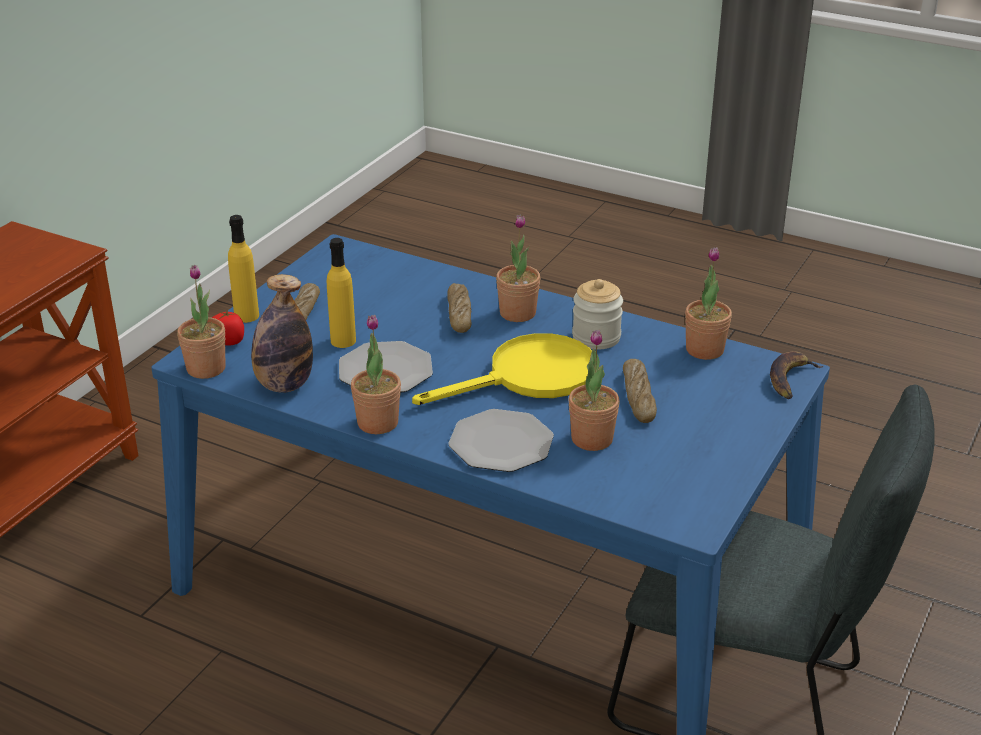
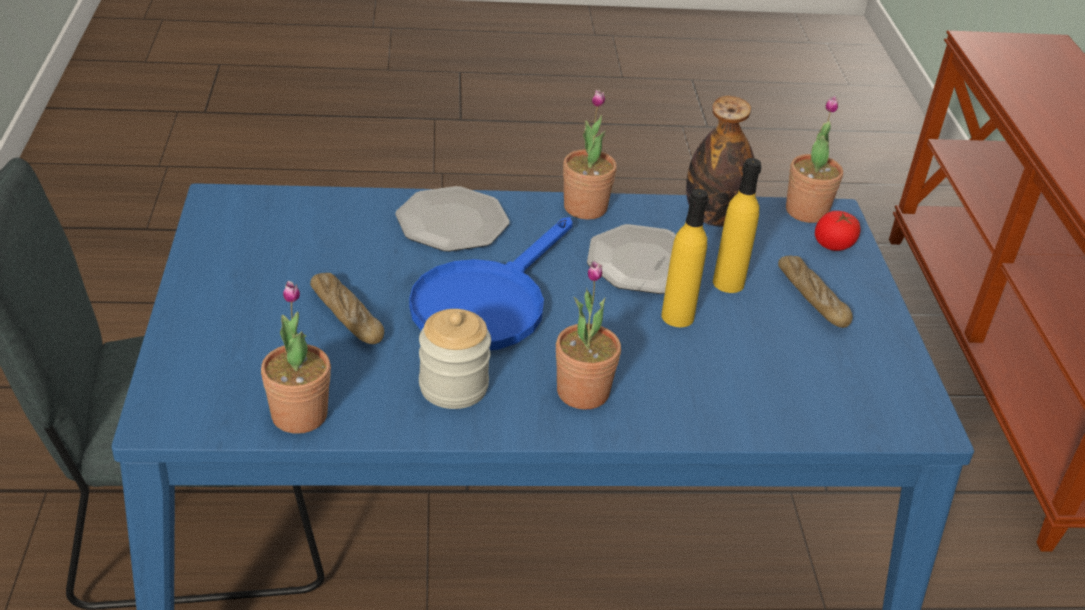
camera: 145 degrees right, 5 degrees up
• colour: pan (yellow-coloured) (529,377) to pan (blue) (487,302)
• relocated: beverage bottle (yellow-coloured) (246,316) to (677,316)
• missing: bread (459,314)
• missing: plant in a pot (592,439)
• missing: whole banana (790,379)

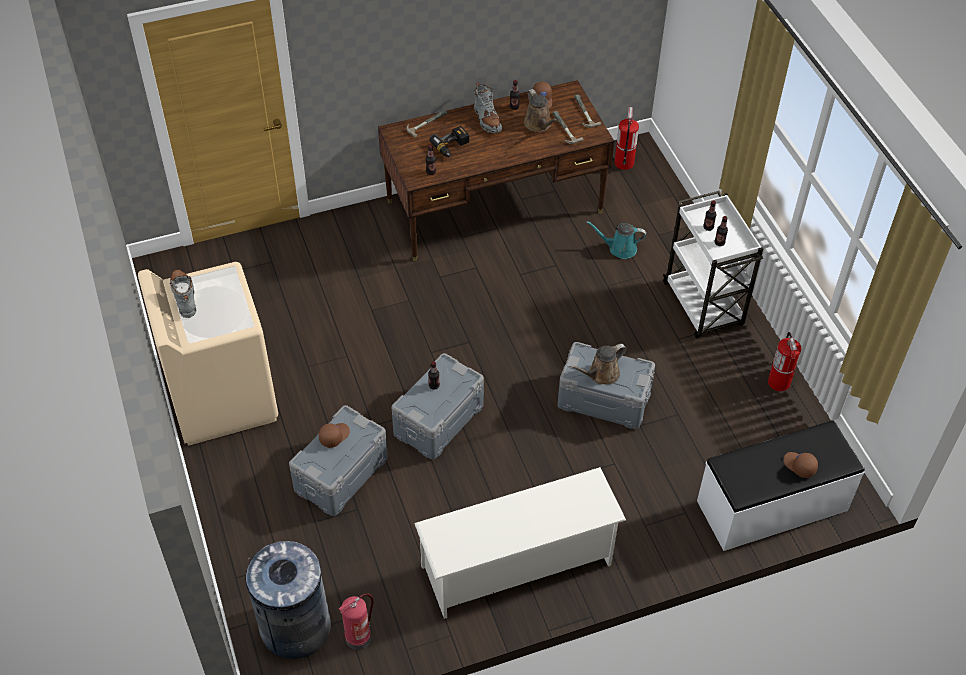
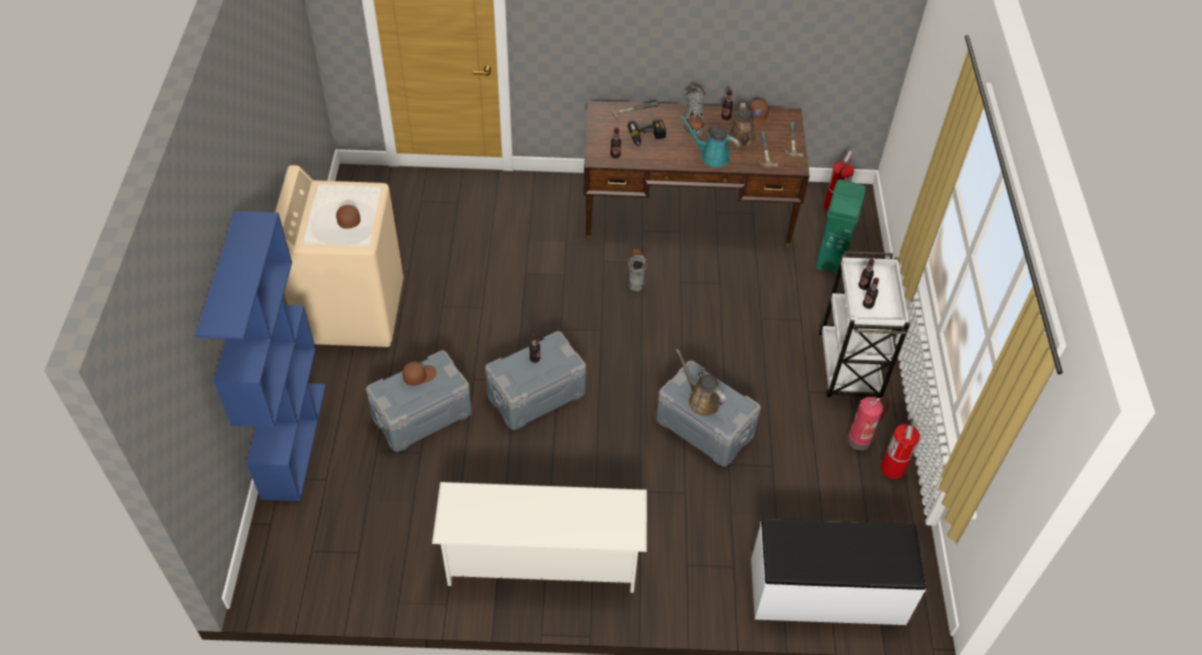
camera: 20 degrees right, 0 degrees up
• appeared: bookshelf (blue) (293,439)
• relocated: peaked cap (brownish) (799,466) to (347,218)
• relocated: high-top boot (greyish) (184,297) to (636,273)
• spun: sprinkling can (brownish) (601,374) = (701,400) 60 degrees clockwise
• relocated: sprinkling can (turquoise) (619,248) to (711,156)
• appeared: waste bin (greenish) (831,257)
• relocated: fire extinguisher (359,637) to (859,440)
• missing: waste bin (greyish) (295,627)

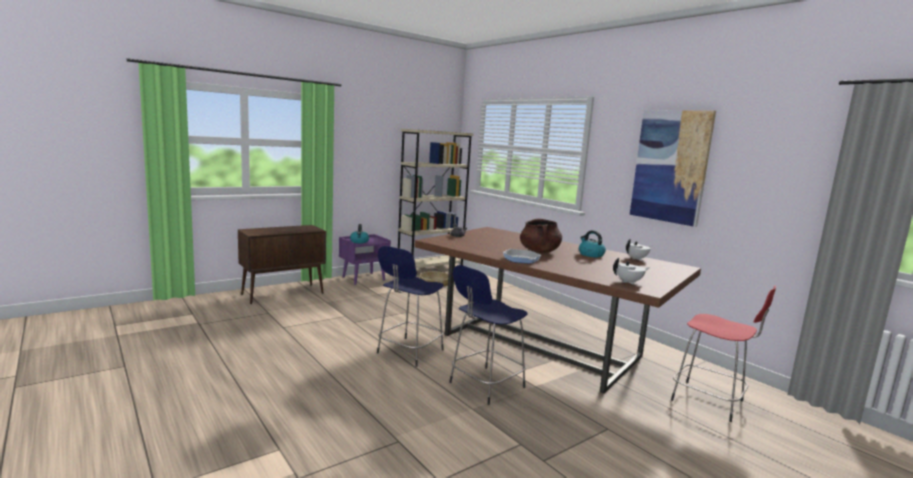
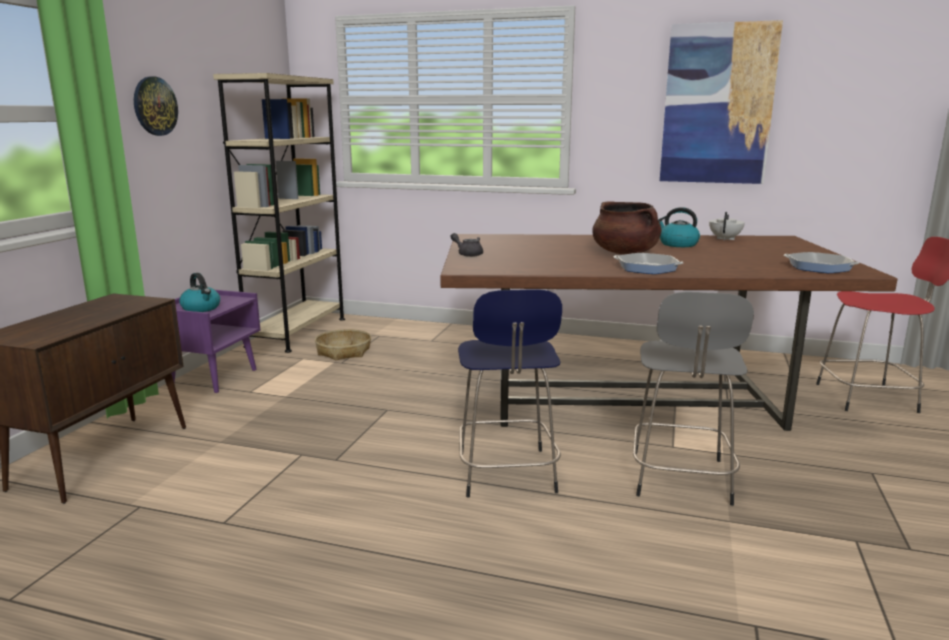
camera: 35 degrees left, 5 degrees up
• appeared: clock on the wall (154,106)
• colour: sitting stool (blue) (485,385) to sitting stool (greyish) (680,480)
• exchanged: teapot (white-coloured) (629,282) to pan (819,267)

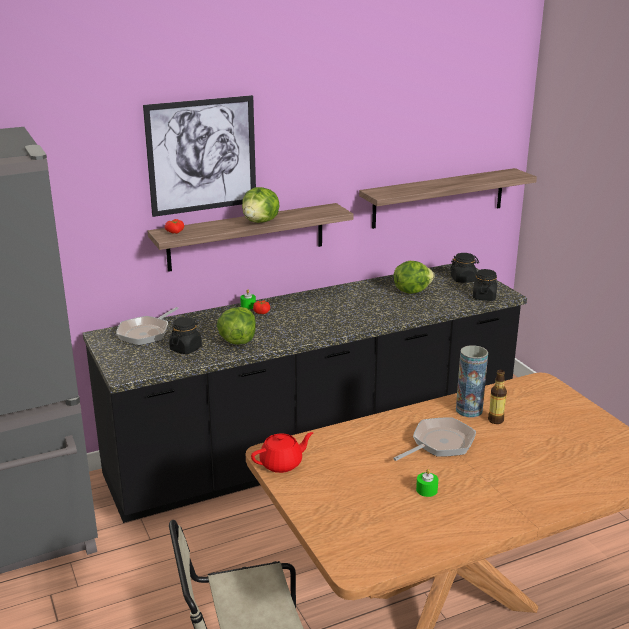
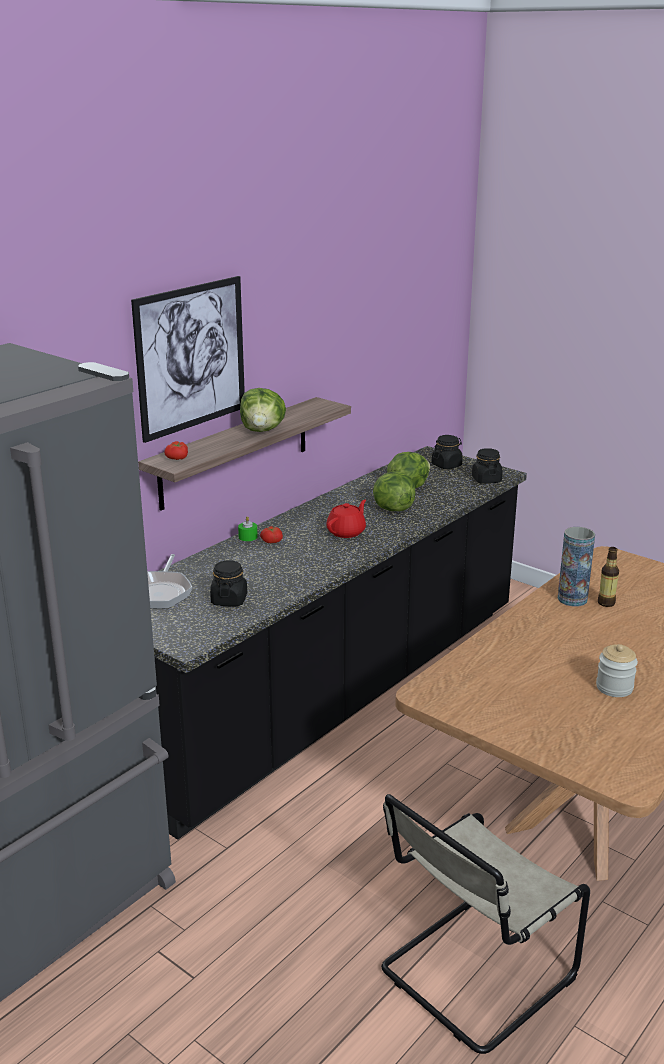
camera: 25 degrees left, 0 degrees up
• relocated: teapot (reddish) (282,464) to (347,532)
• relocated: lettuce (237,341) to (392,509)
• exchanged: wax candle (greenish) (426,490) to preserve jar (614,687)
• missing: shelf (439,198)
• missing: pan (439,444)

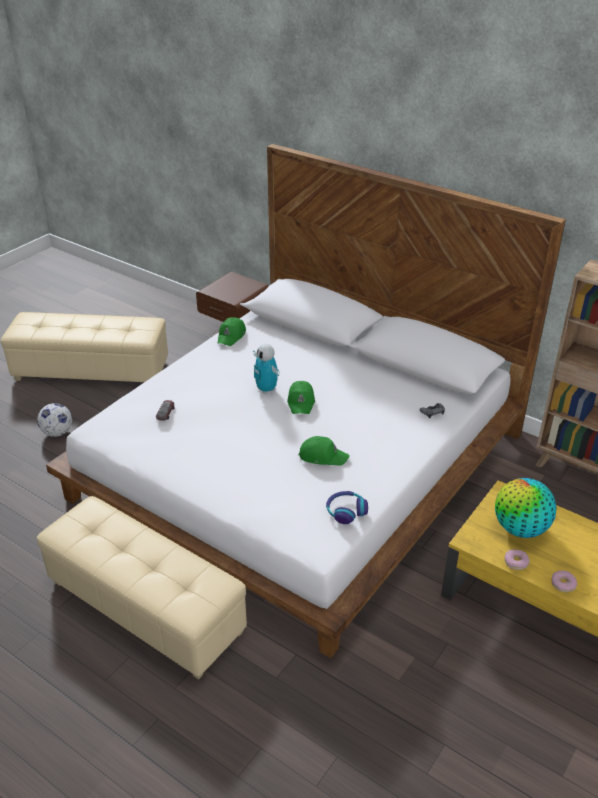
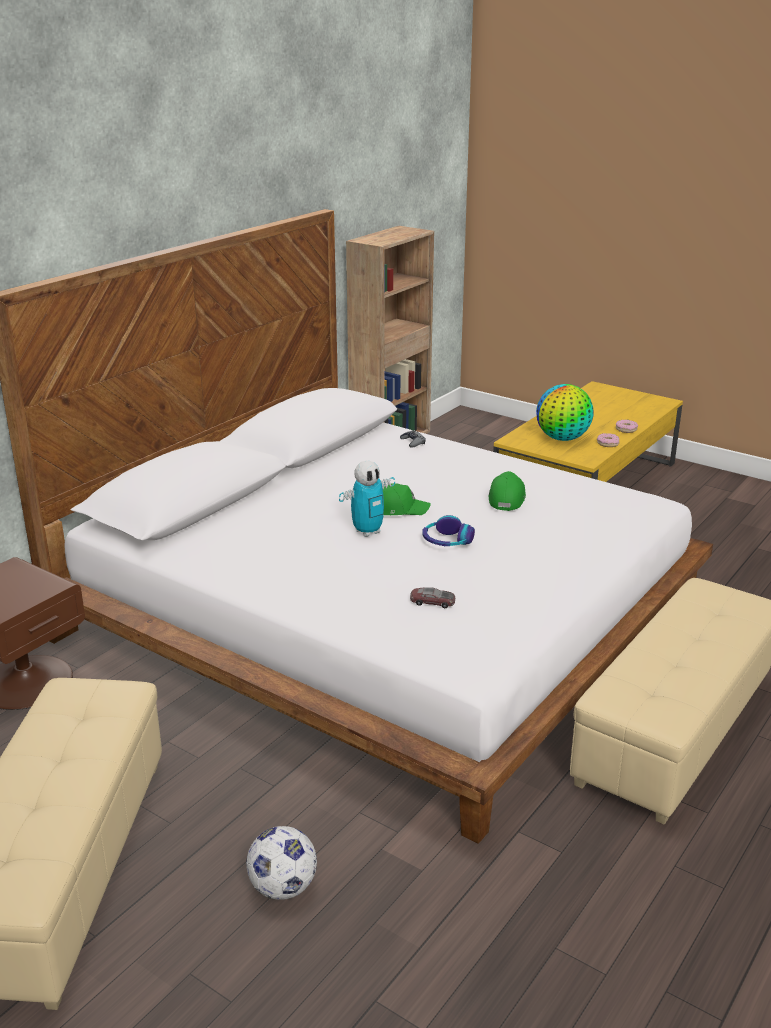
camera: 90 degrees left, 10 degrees down
• relocated: headphones (346,511) to (446,541)
• missing: peaked cap (greenish) (232,336)

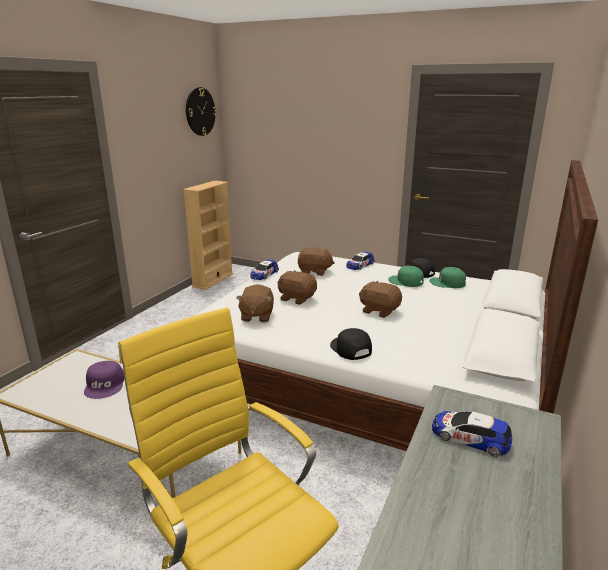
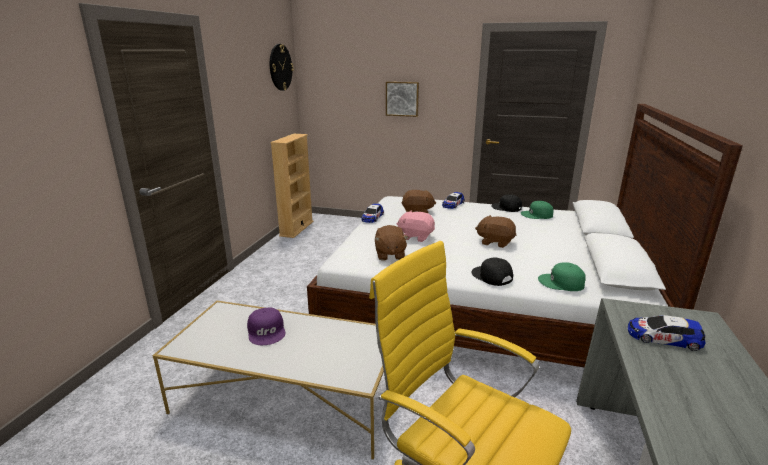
camera: 10 degrees left, 0 degrees up
• appeared: picture (402,98)
• colour: cuddly toy (brownish) (297,298) to cuddly toy (pink) (416,236)
• relocated: peaked cap (greenish) (406,281) to (561,283)

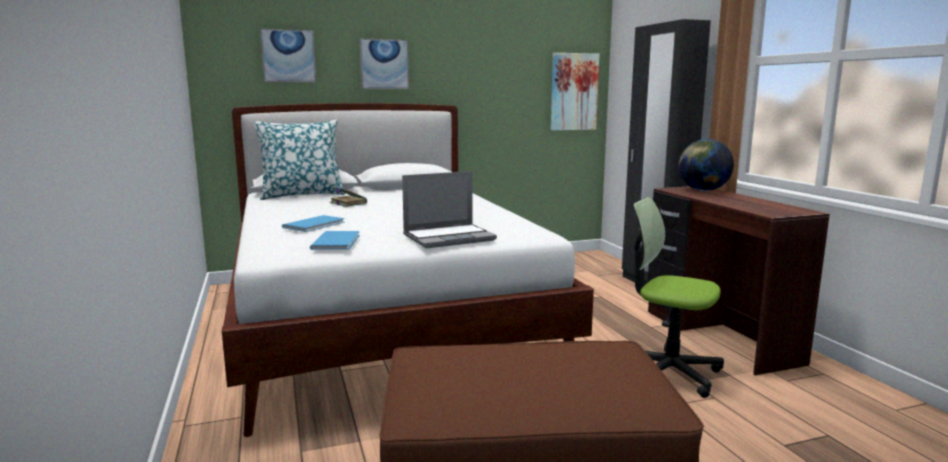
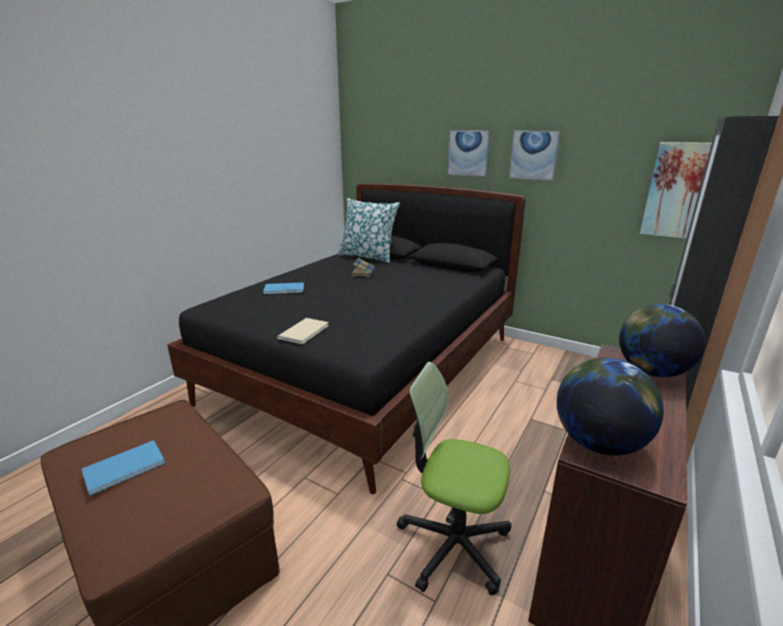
camera: 50 degrees right, 10 degrees up
• relocated: bound book (blue) (338,241) to (127,467)
• colour: bed (white-coloured) (383,323) to bed (blackish) (368,368)
• exchanged: portable computer (449,238) to bound book (beige) (306,331)
• spun: desk chair (667,372) = (453,544) 60 degrees counterclockwise
• relocated: picture (288,56) to (534,155)
• appeared: globe (598,443)

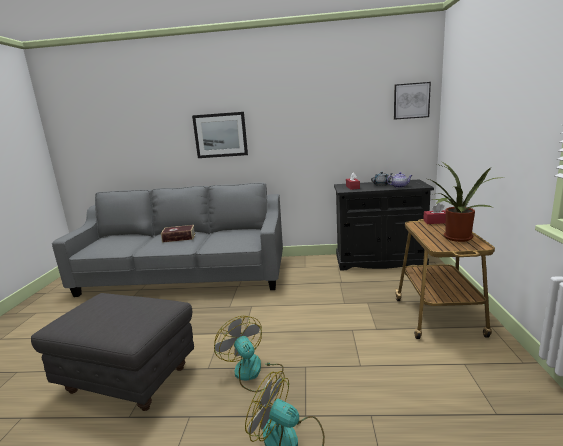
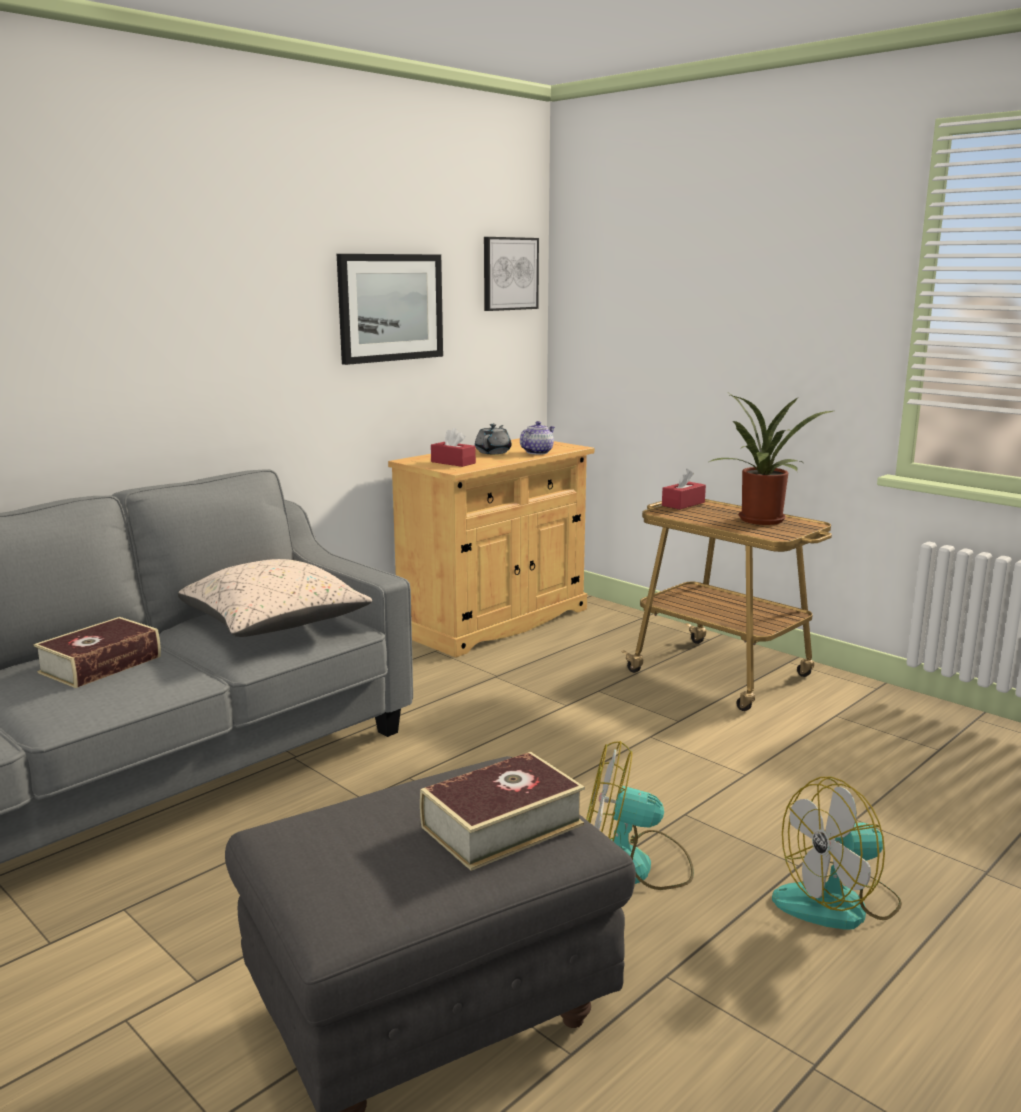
camera: 50 degrees left, 0 degrees up
• appeared: cushion (beige) (275,625)
• relocated: picture (220,135) to (390,307)
• colour: cupboard (blackish) (379,261) to cupboard (beige) (494,621)
• appeared: bound book (502,825)

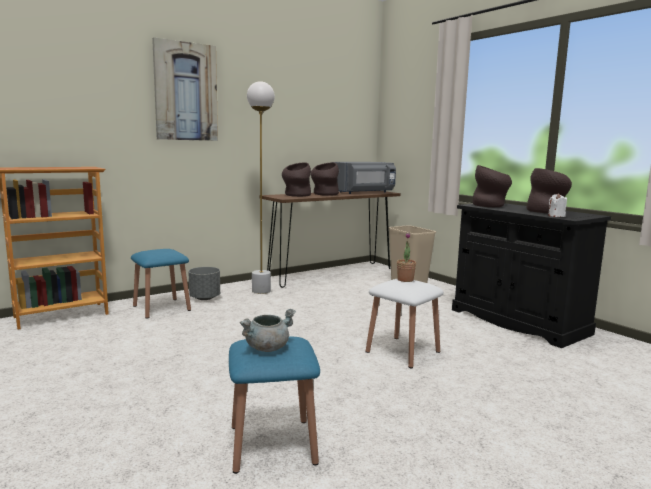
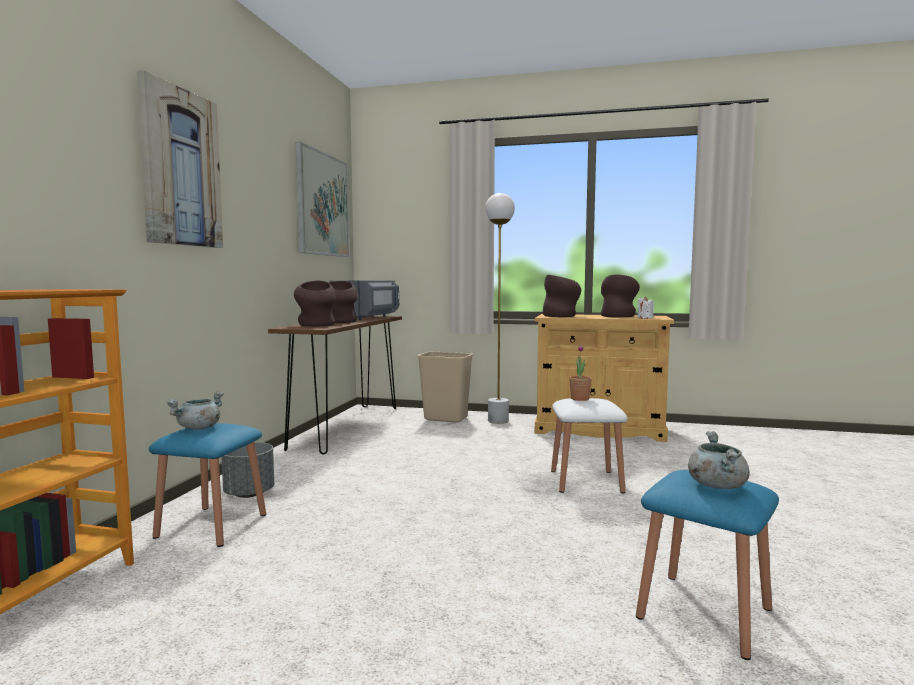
camera: 40 degrees left, 5 degrees down
• appeared: stockpot (greyish) (199,428)
• appeared: picture (322,204)
• relocated: floor lamp (white-coloured) (261,291) to (498,421)
• colour: cupboard (blackish) (518,322) to cupboard (beige) (599,430)

